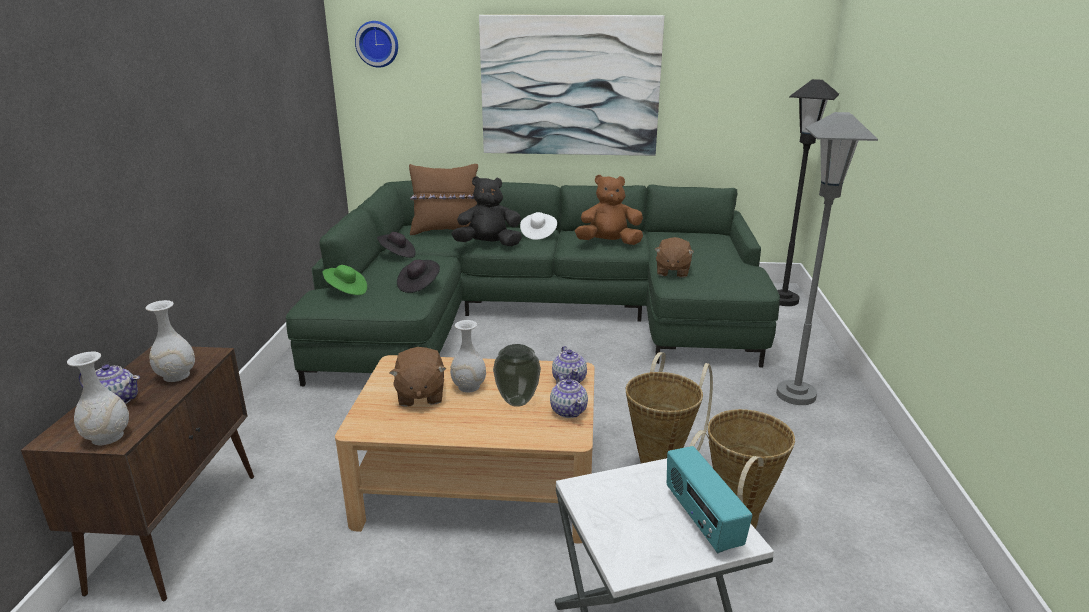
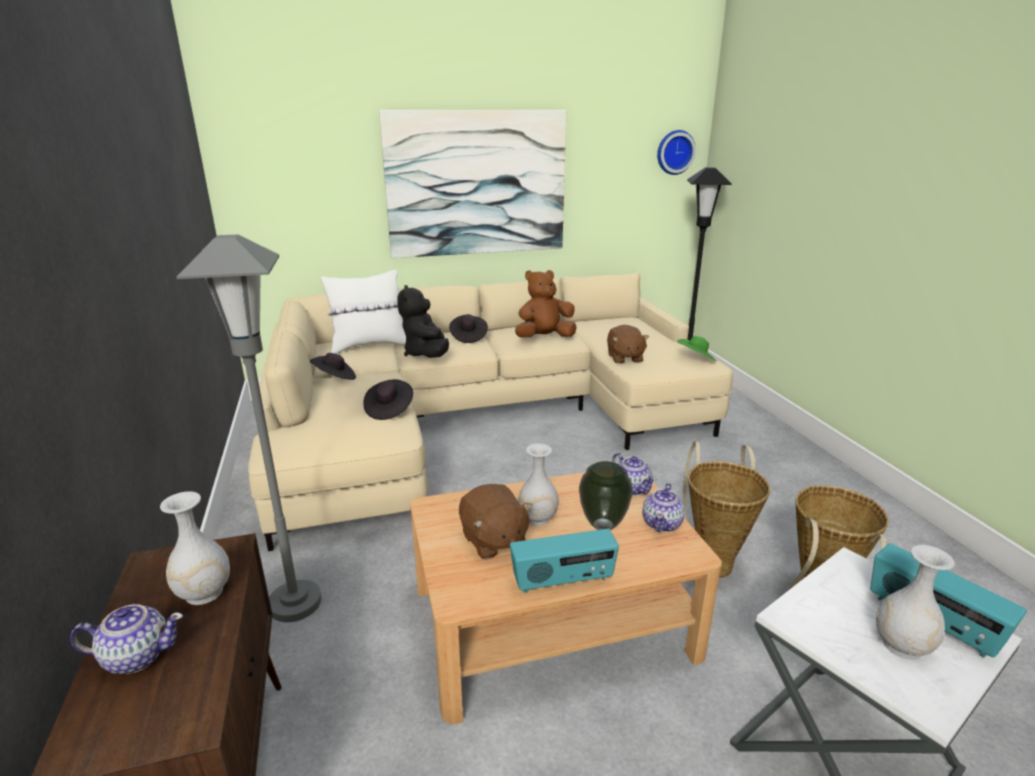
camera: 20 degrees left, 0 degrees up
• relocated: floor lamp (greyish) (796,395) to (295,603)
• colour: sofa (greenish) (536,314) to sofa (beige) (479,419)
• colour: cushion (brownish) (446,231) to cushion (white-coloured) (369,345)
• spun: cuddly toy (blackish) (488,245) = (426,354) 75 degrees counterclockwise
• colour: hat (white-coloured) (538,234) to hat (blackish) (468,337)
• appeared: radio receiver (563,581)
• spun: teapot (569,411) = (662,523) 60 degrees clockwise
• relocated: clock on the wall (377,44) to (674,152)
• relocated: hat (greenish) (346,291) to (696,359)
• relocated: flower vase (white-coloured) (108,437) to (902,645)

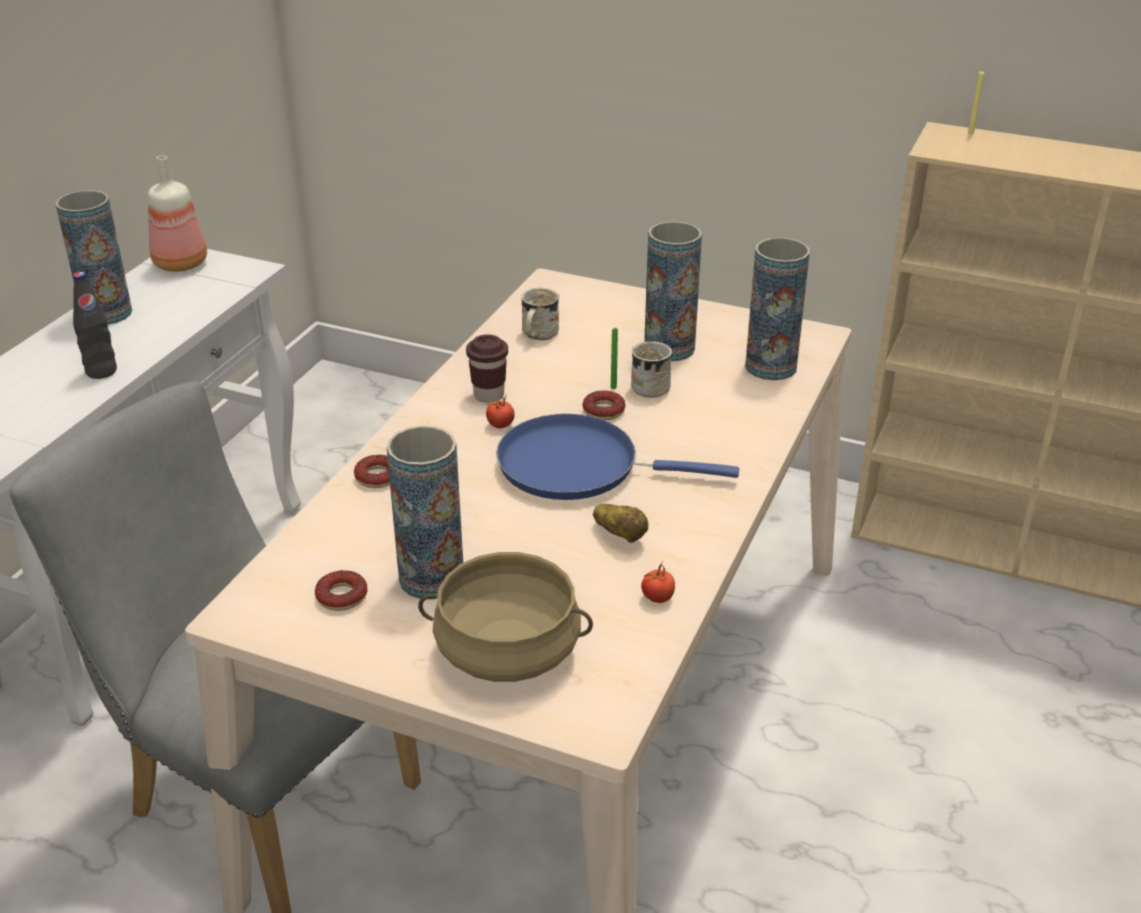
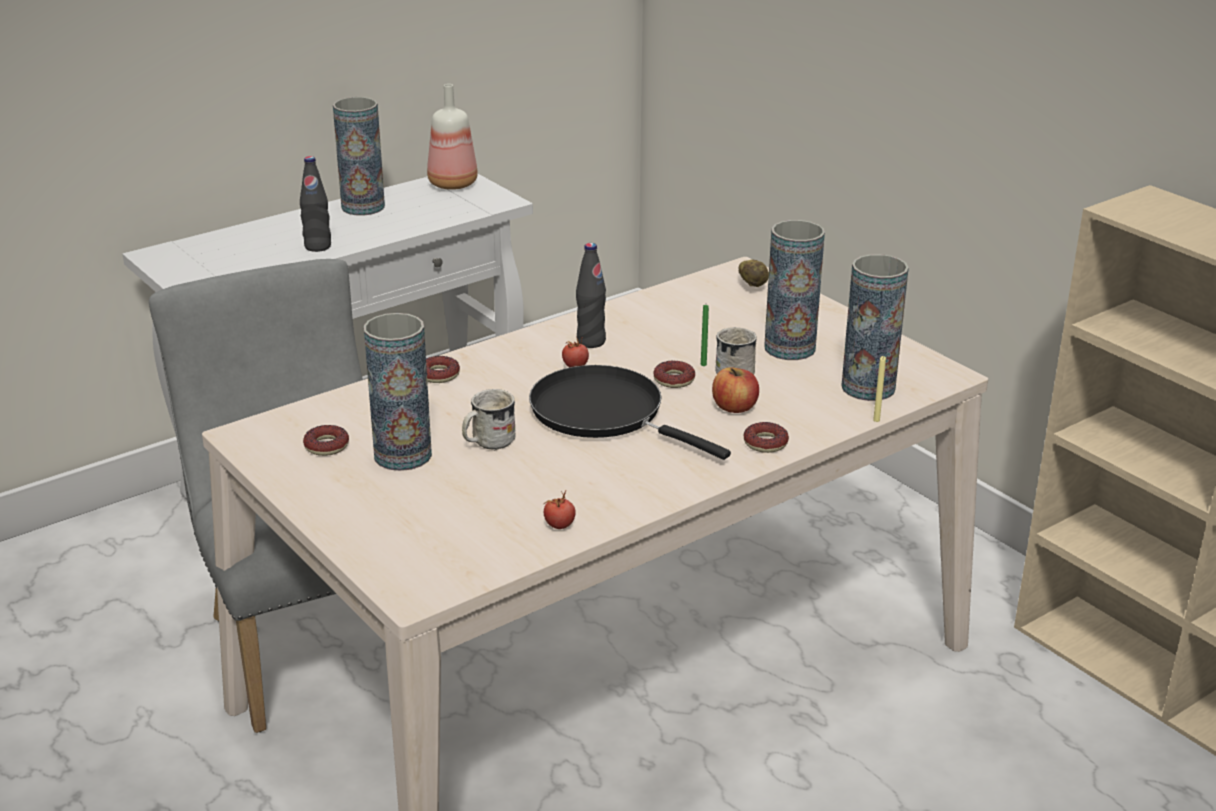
camera: 30 degrees right, 5 degrees down
• relocated: coffee mug (white-coloured) (537,335) to (487,442)
• colour: pan (blue) (578,466) to pan (blackish) (604,414)
• exchanged: cup (brownish) (489,395) to beverage bottle (blackish) (591,342)
• appeared: apple fruit (734,407)
• relocated: spud (620,535) to (752,285)
• appeared: ring doughnut (765,443)
• relocated: wax candle (yellow-coloured) (970,133) to (876,420)
• missing: stockpot (beige) (507,652)

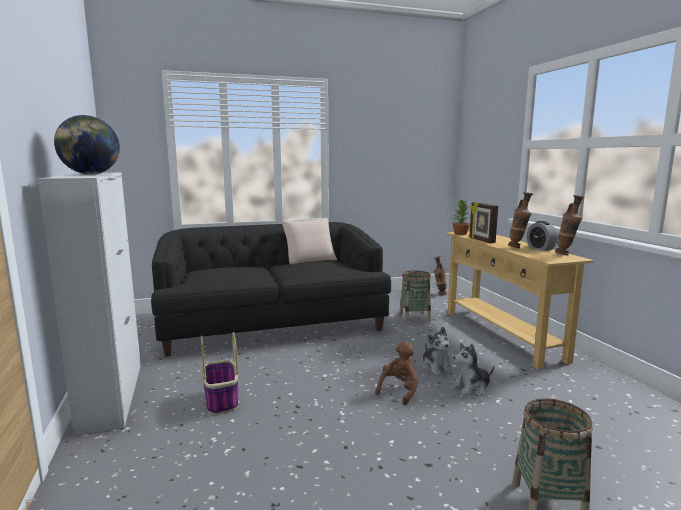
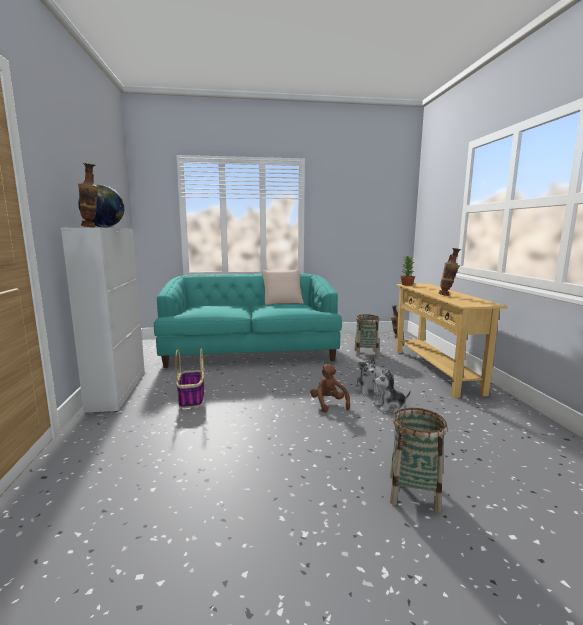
camera: 10 degrees right, 0 degrees up
• relocated: flower vase (566,255) to (91,227)
• colour: sofa (blackish) (273,325) to sofa (turquoise) (250,352)
• spun: cuddly toy (brownish) (399,391) = (328,404) 60 degrees counterclockwise
• missing: picture frame (481,240)
• missing: bedside clock (540,248)

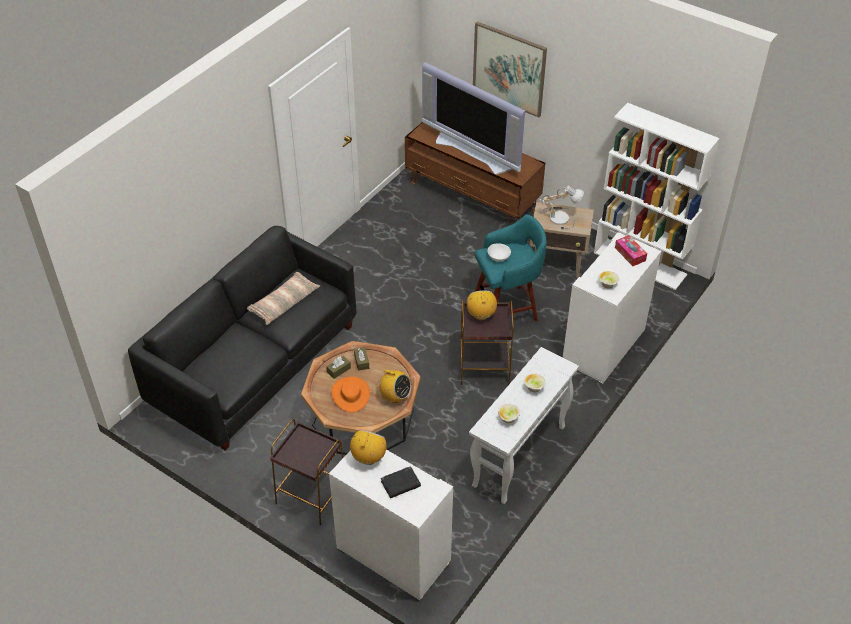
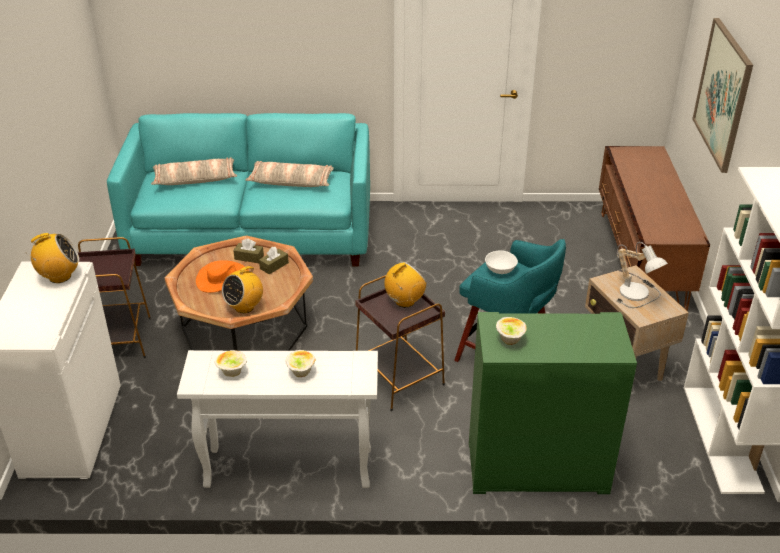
camera: 55 degrees right, 10 degrees down
• colour: sofa (blackish) (254,364) to sofa (turquoise) (253,234)
• appeared: cushion (195,179)
• spun: radio receiver (395,397) = (244,307) 45 degrees clockwise
• colour: cupboard (white-coloured) (604,348) to cupboard (greenish) (536,467)
• missing: bound book (blackish) (401,484)
• missing: television (474,152)
• missing: box of tissues (630,254)

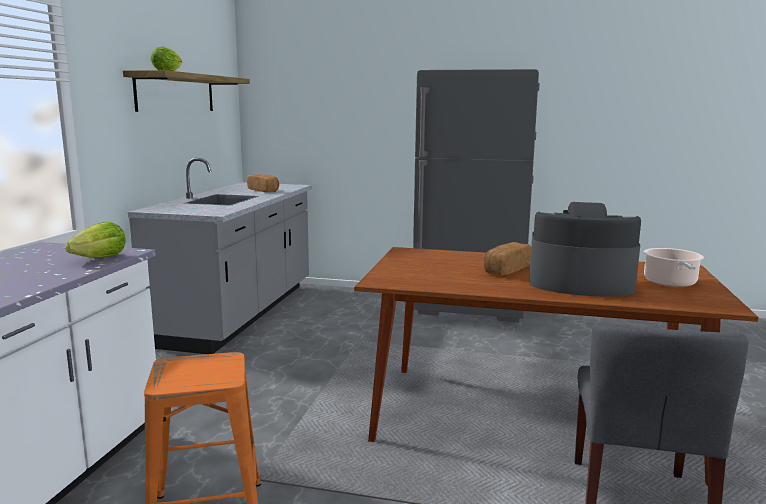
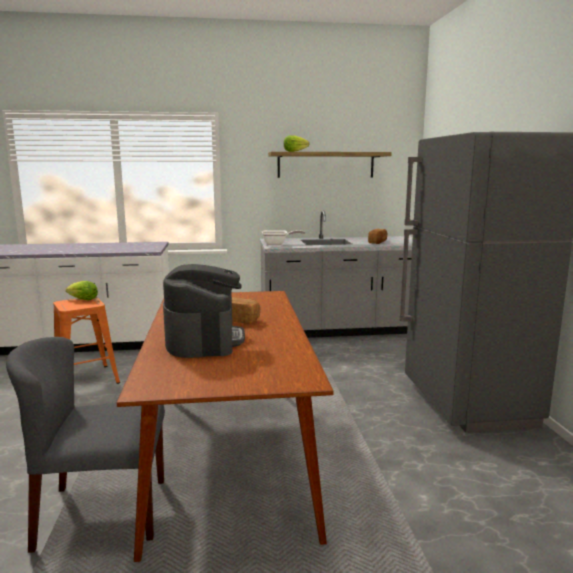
camera: 70 degrees right, 0 degrees up
• relocated: lettuce (101,258) to (83,300)
• appeared: pan (277,244)
• missing: stockpot (670,283)

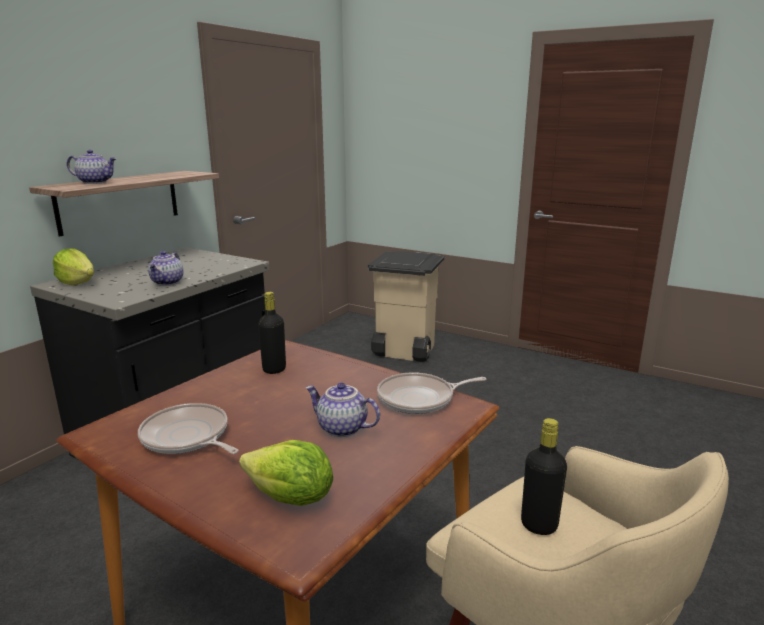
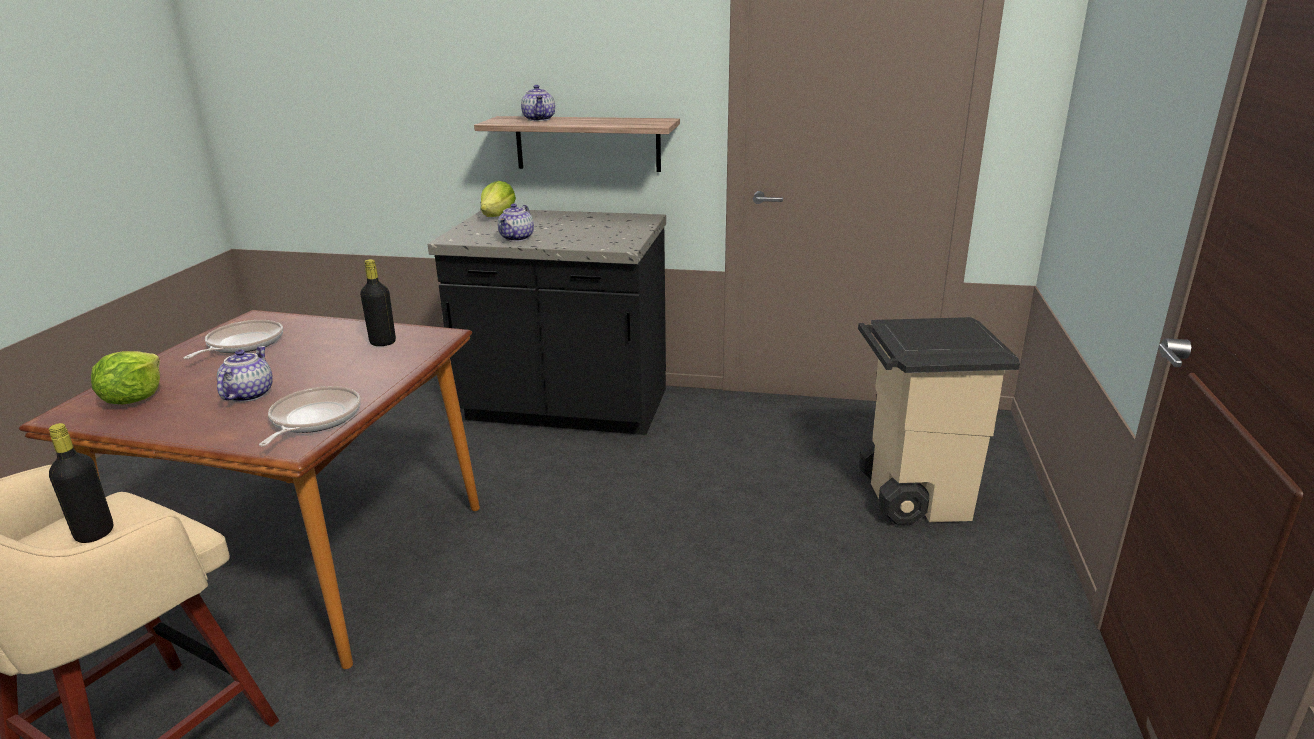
camera: 70 degrees right, 5 degrees up
• spun: pan (419,399) = (313,419) 45 degrees clockwise
• spun: teapot (168,282) = (517,238) 60 degrees counterclockwise

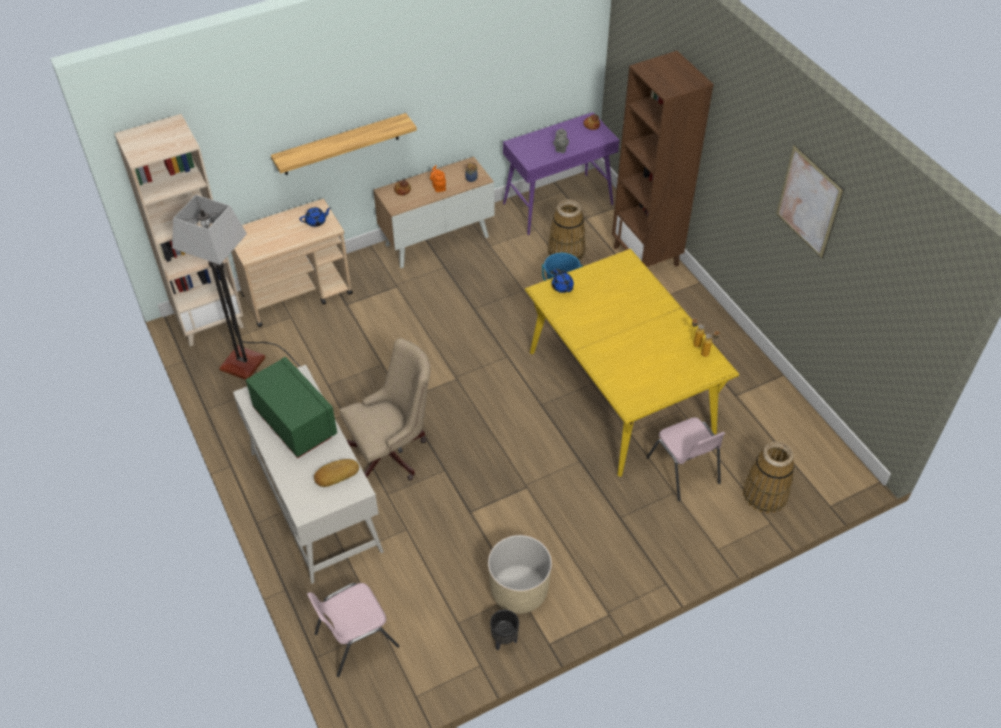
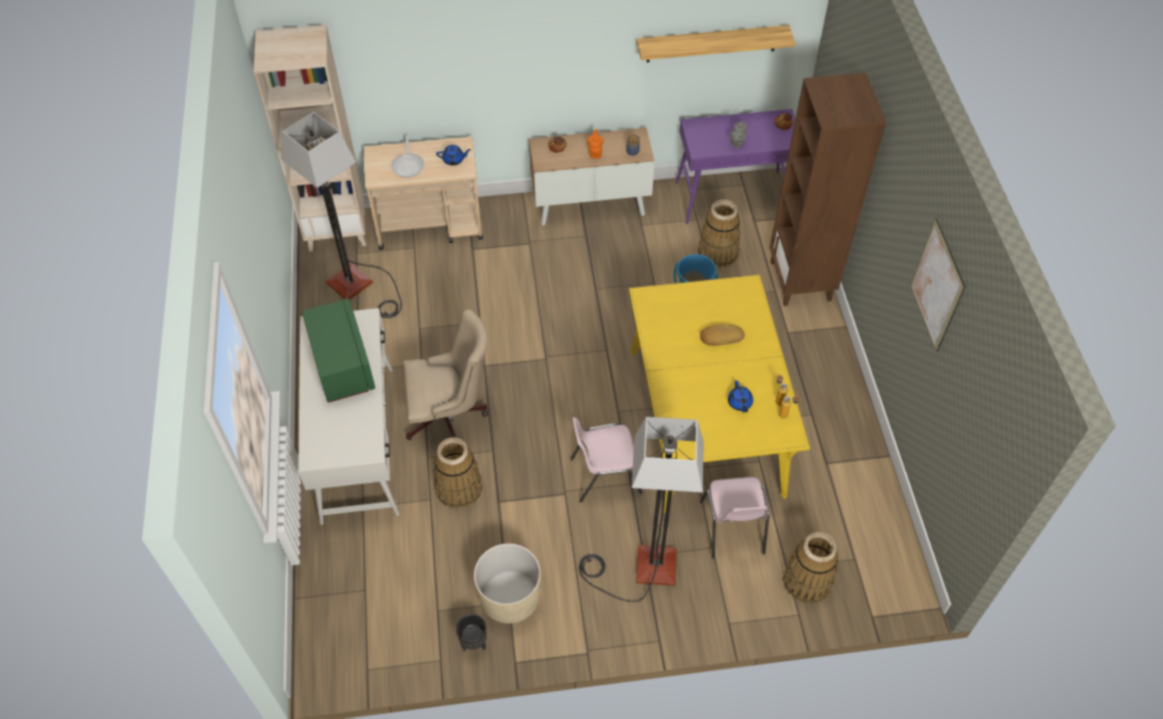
camera: 20 degrees right, 5 degrees up
• appeared: pan (408,165)
• appeared: storage basket (459,488)
• relocated: chair (pink) (355,639) to (604,475)
• appeared: floor lamp (641,569)
• relocated: shelf (341,144) to (711,43)
• relocated: bread (336,474) to (721,336)
• relocated: teapot (blue) (562,287) to (739,403)

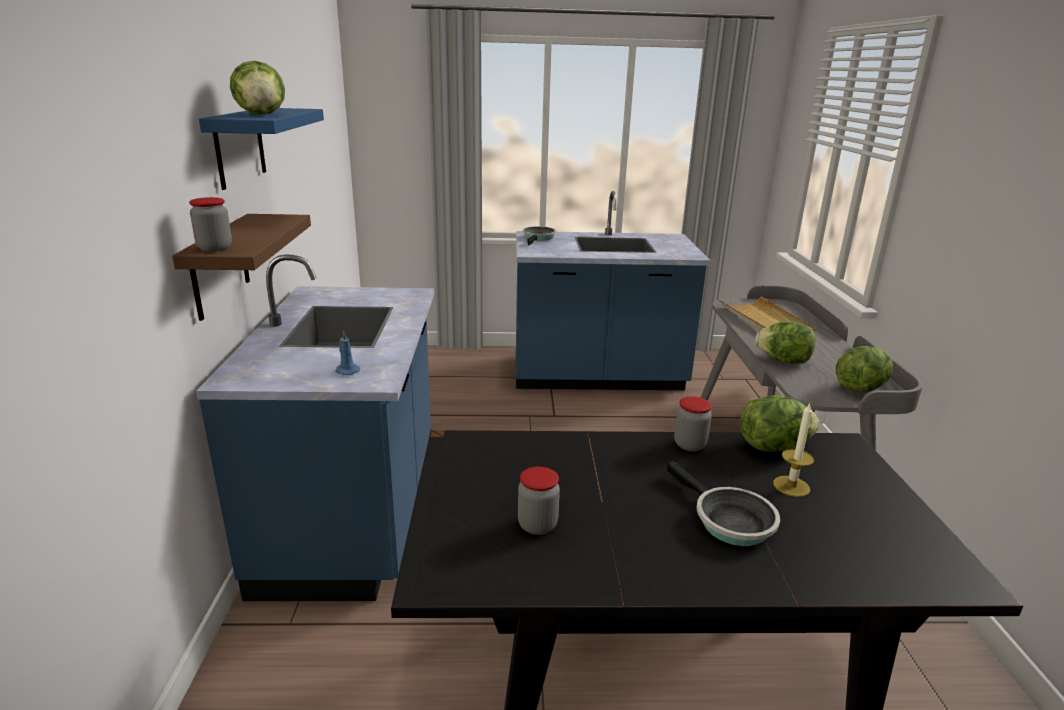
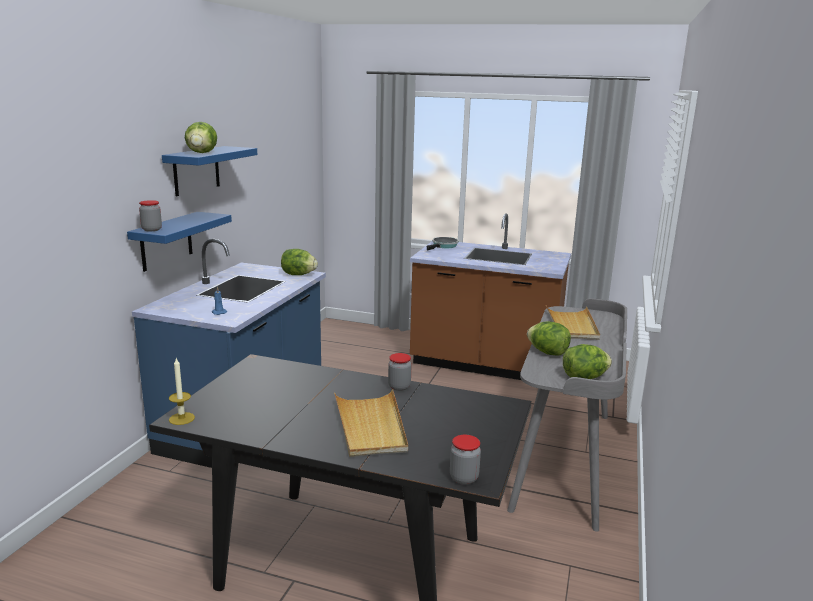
camera: 20 degrees right, 5 degrees down
• colour: shelf (brownish) (219,266) to shelf (blue) (166,241)
• relocated: wax candle (791,486) to (182,418)
• relocated: lettuce (773,447) to (298,275)
• exchanged: pan (728,520) to tray (beige) (370,426)
• colour: kitchen counter (blue) (597,376) to kitchen counter (brownish) (485,364)
• relocated: preserve jar (537,525) to (464,478)

